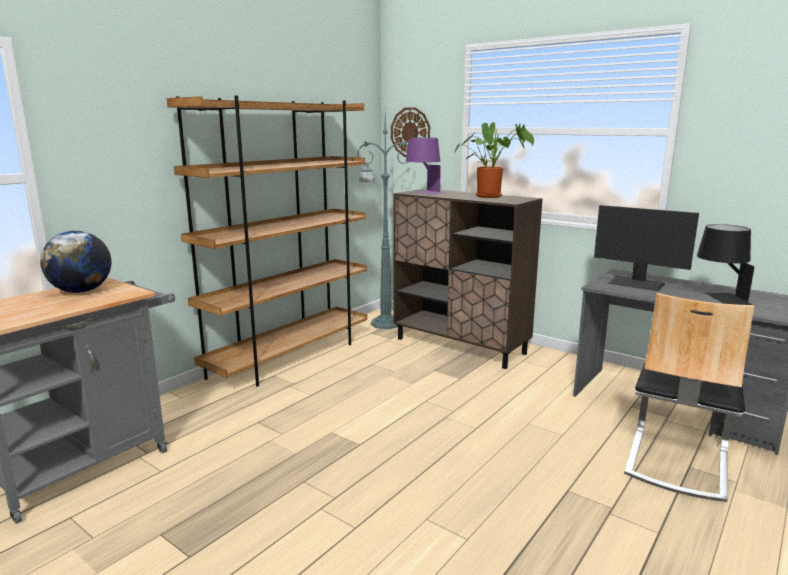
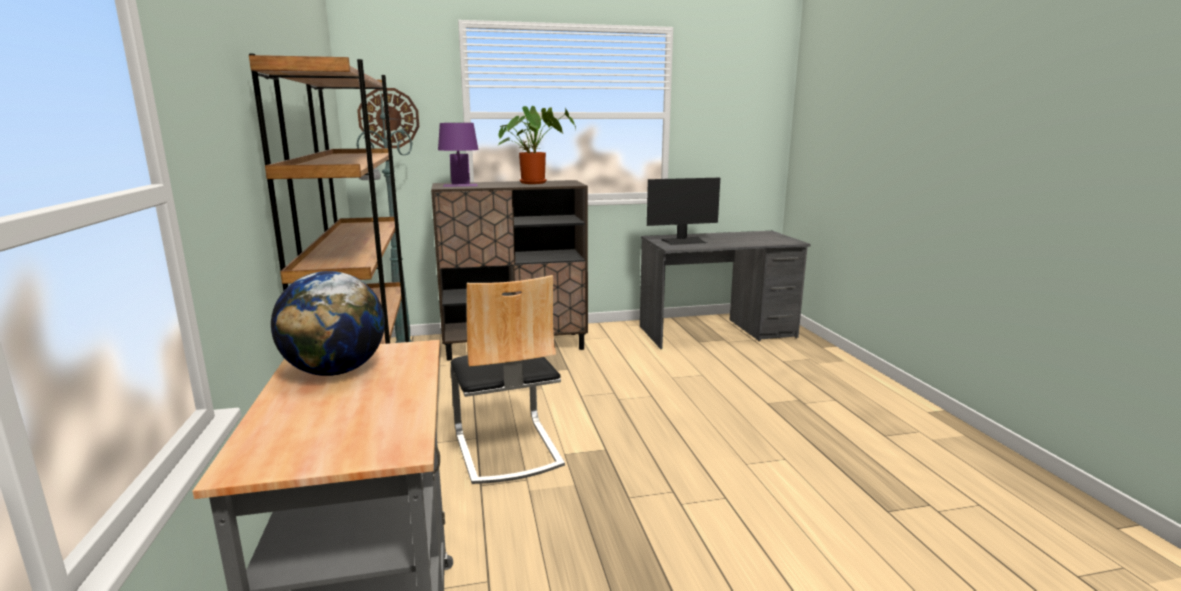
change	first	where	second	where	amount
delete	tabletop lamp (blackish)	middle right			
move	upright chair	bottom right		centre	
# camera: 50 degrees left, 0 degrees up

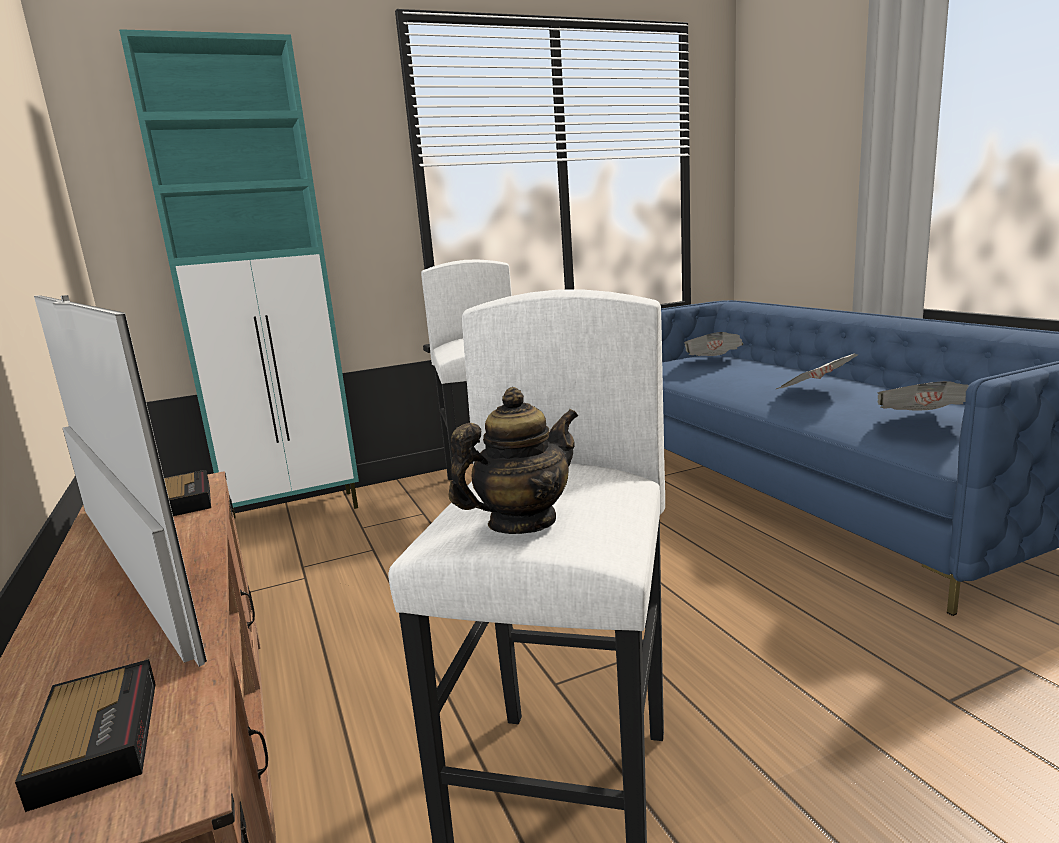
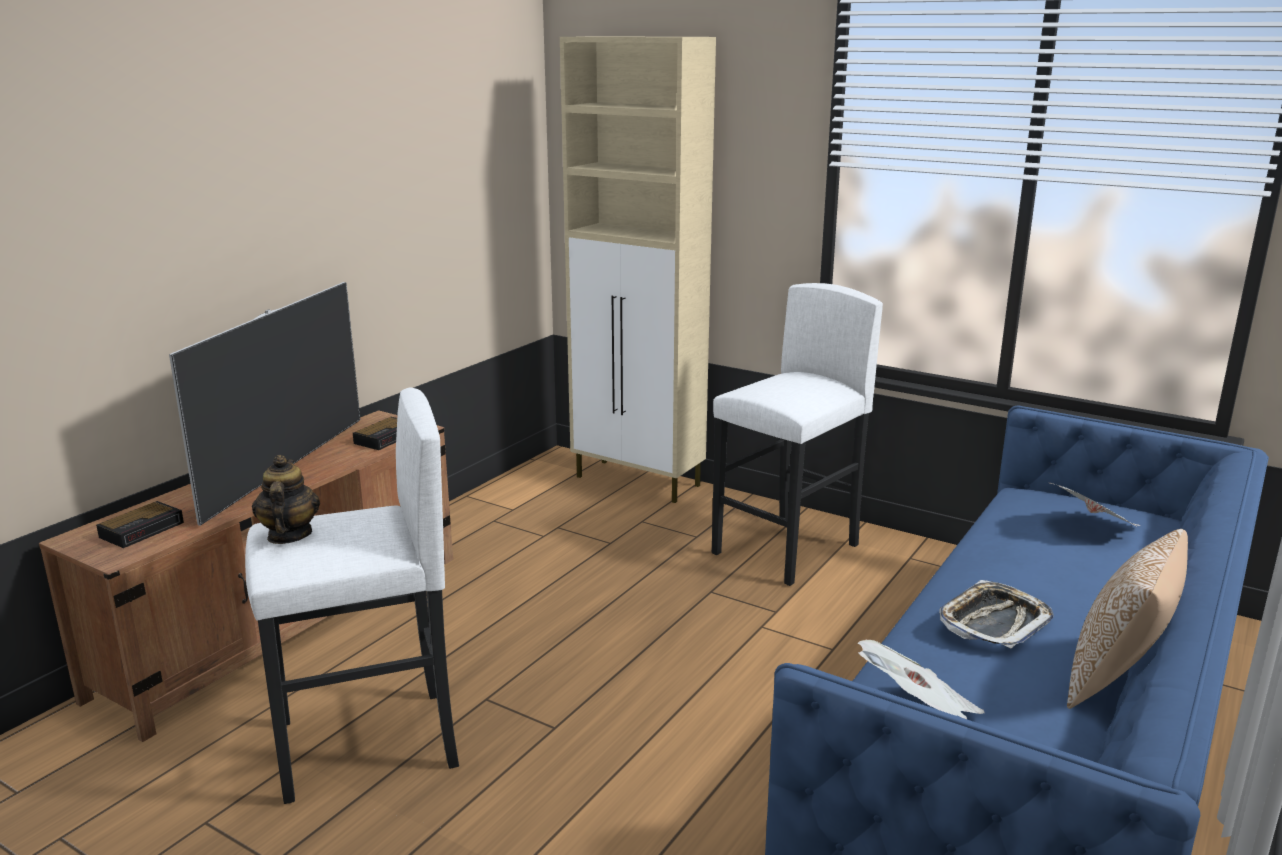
change	first	where	second	where	amount
insert			cushion	bottom right	
replace	printed paper (2nd from left)	middle right	tray	bottom right	
recolor	cabinet (turquoise-coloured)	top left	cabinet (sand-coloured)	top centre	
rotate	teapot	centre		middle left	120 degrees counterclockwise
# camera: 55 degrees right, 5 degrees up

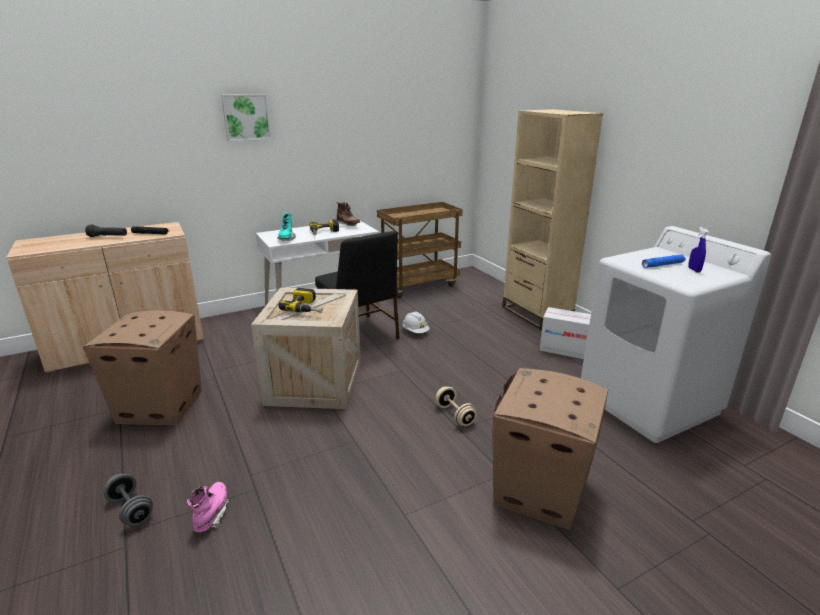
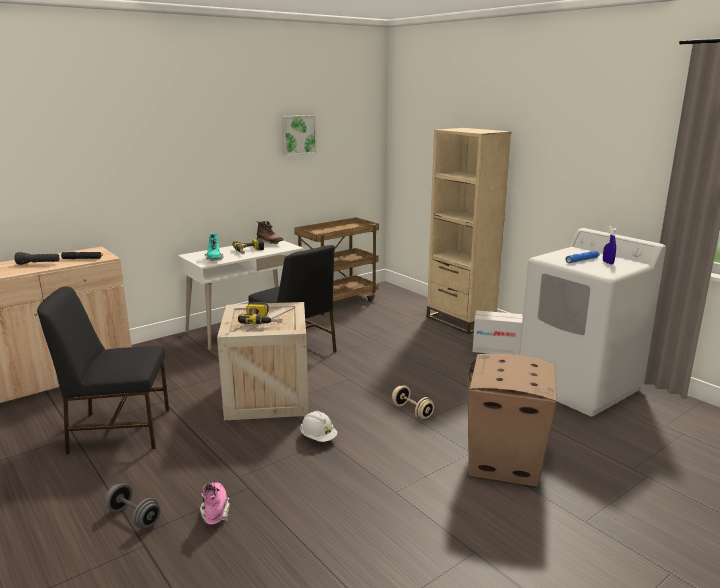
change	first	where	second	where	amount
move	picture	top left		top centre	
move	work helmet (whitish)	centre		bottom centre	
replace	packing box (1st from left)	middle left	upright chair (blackish) (1st from left)	middle left	
# camera: 10 degrees left, 5 degrees down

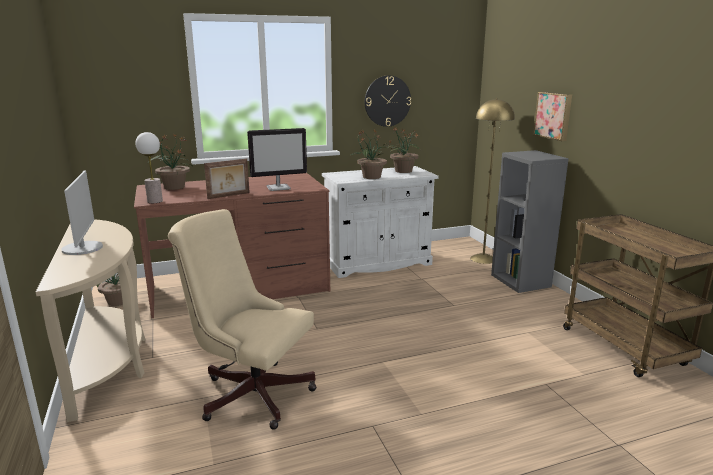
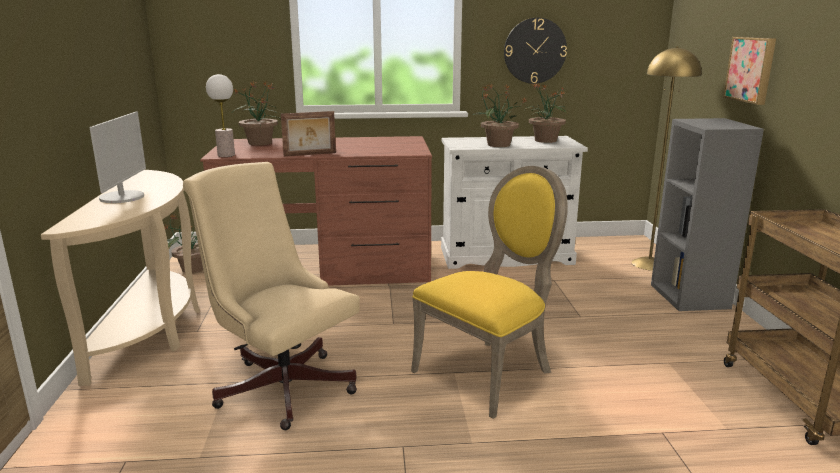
change	first	where	second	where	amount
delete	computer display (2nd from left)	centre			
insert			upright chair (yellow)	centre	
# camera: 15 degrees right, 0 degrees up

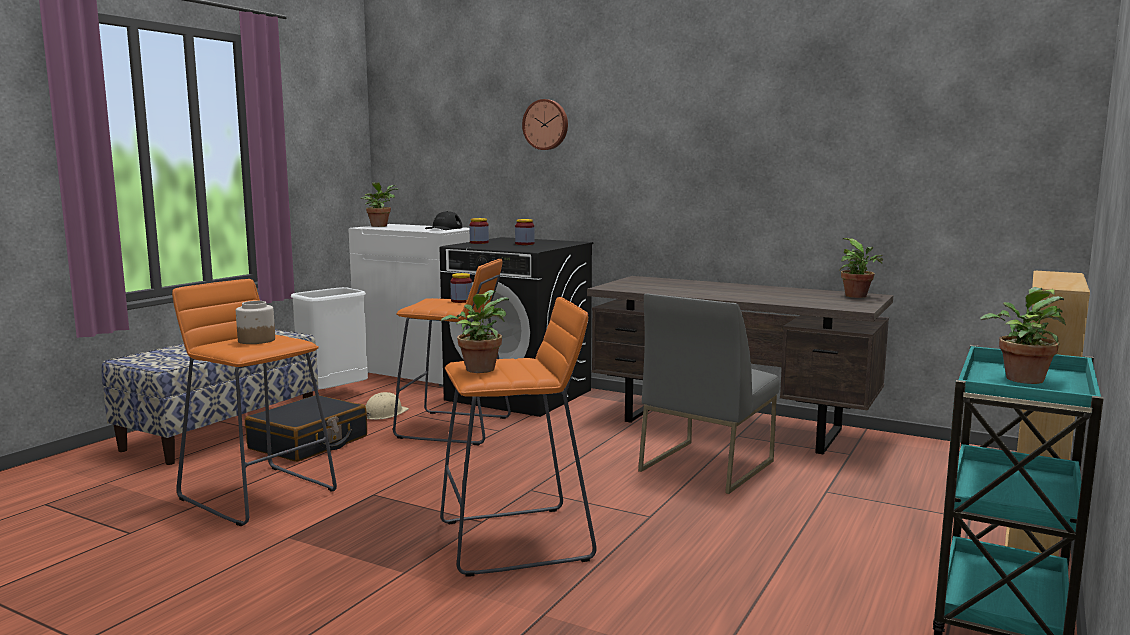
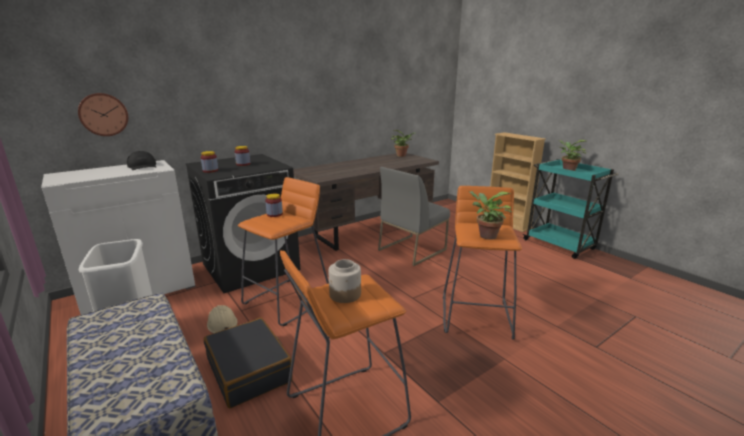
change	first	where	second	where	amount
delete	potted plant (1st from left)	top centre			
move	wall clock	top centre		top left	
rotate	upright chair (grey)	centre		centre	75 degrees clockwise
# camera: 65 degrees left, 10 degrees up

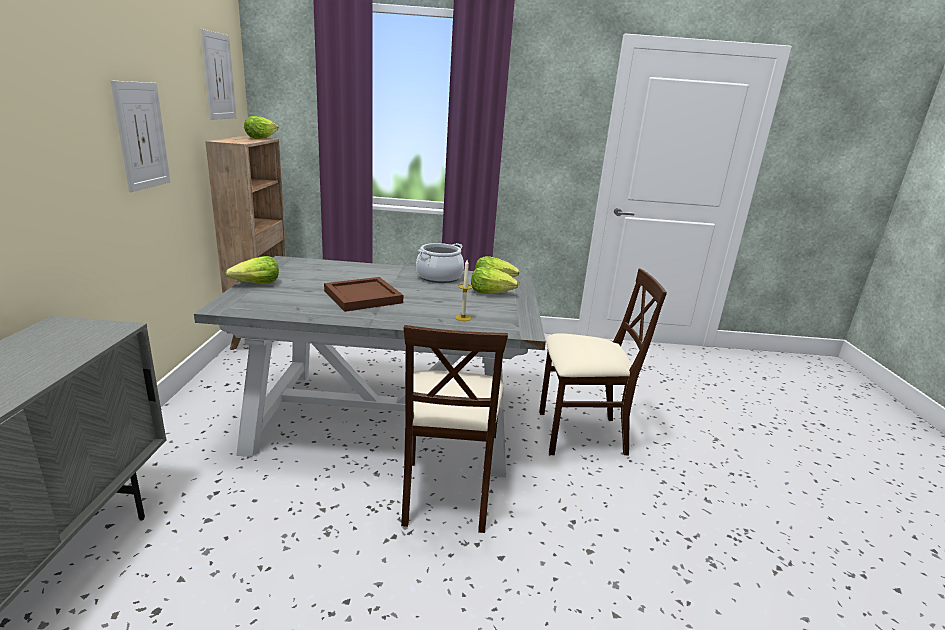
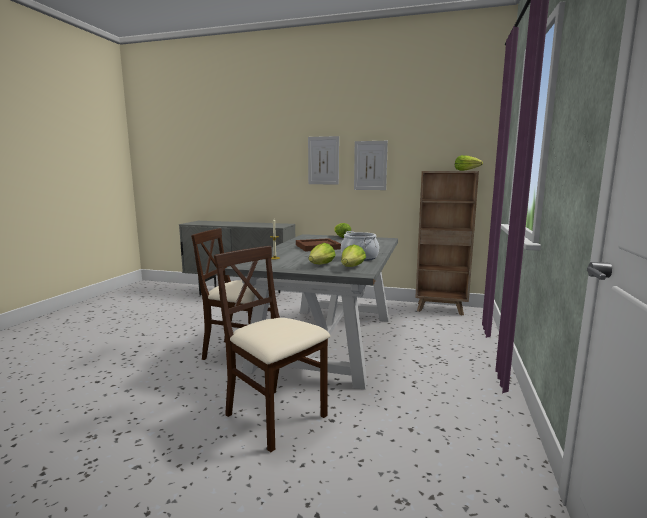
change	first	where	second	where	amount
move	picture (2nd from left in the first image)	top left	picture (1st from left)	top centre	
rotate	upright chair (sand-coloured) (2nd from left)	centre		bottom centre	120 degrees clockwise
# camera: 105 degrees right, 10 degrees down

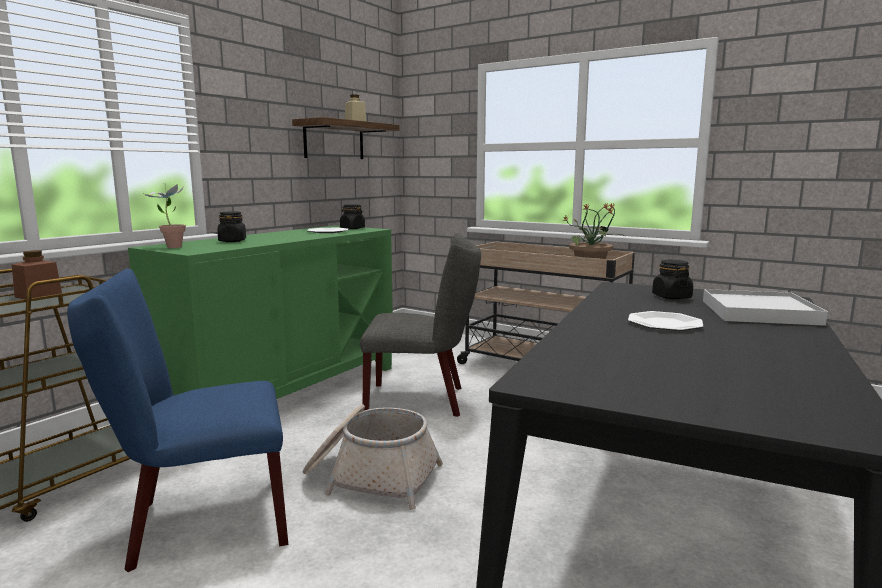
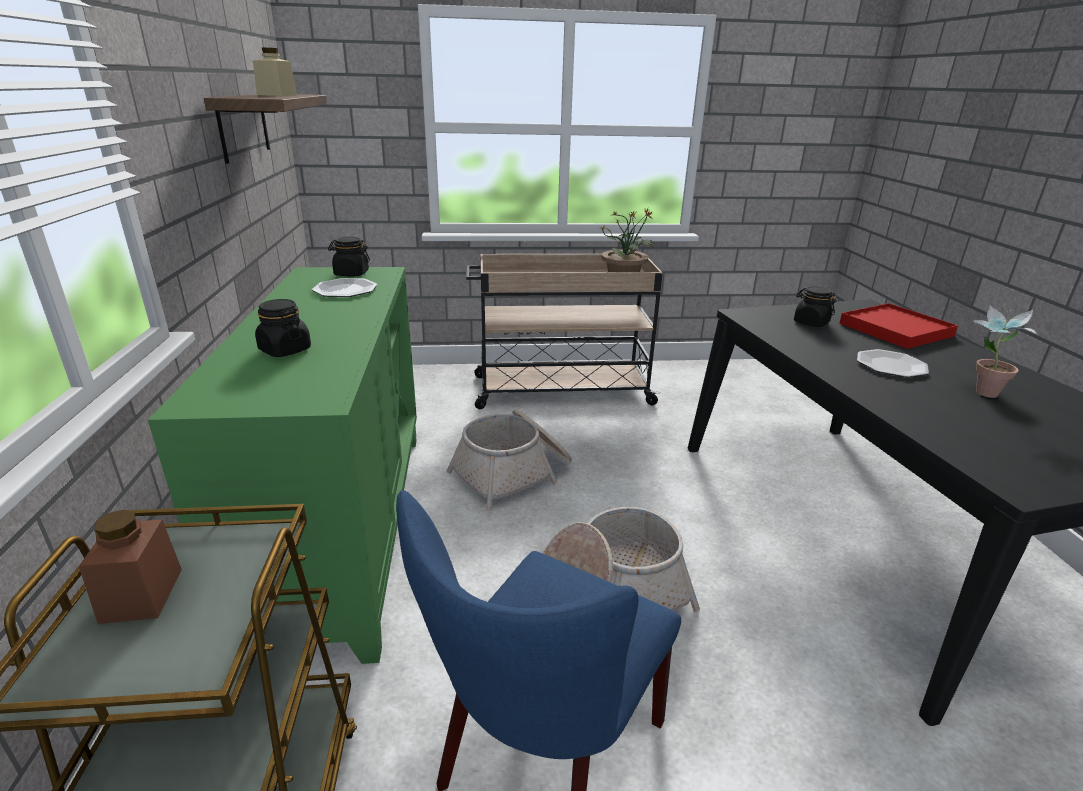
change	first	where	second	where	amount
move	potted plant (1st from left in the first image)	middle left	potted plant (2nd from left)	middle right	
replace	upright chair (grey)	centre	basket (1st from left)	centre	
recolor	tray (whitish)	middle right	tray (red-coloured)	middle right	
# camera: 40 degrees left, 15 degrees up

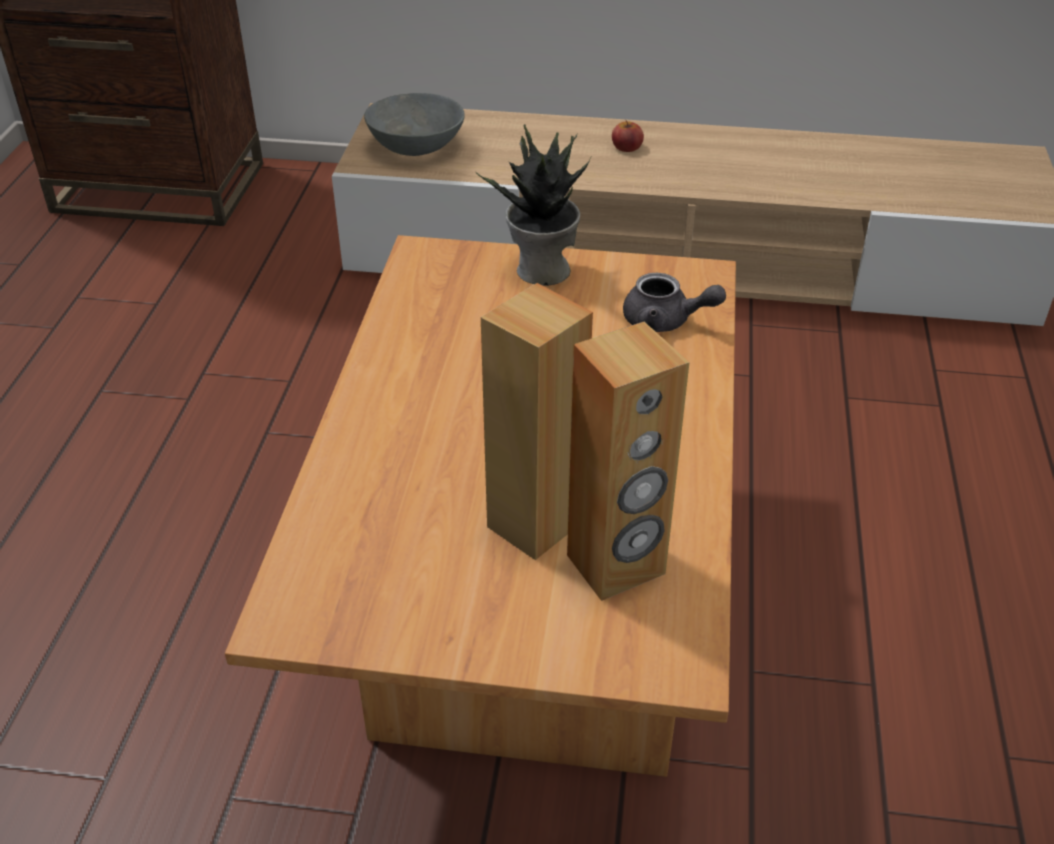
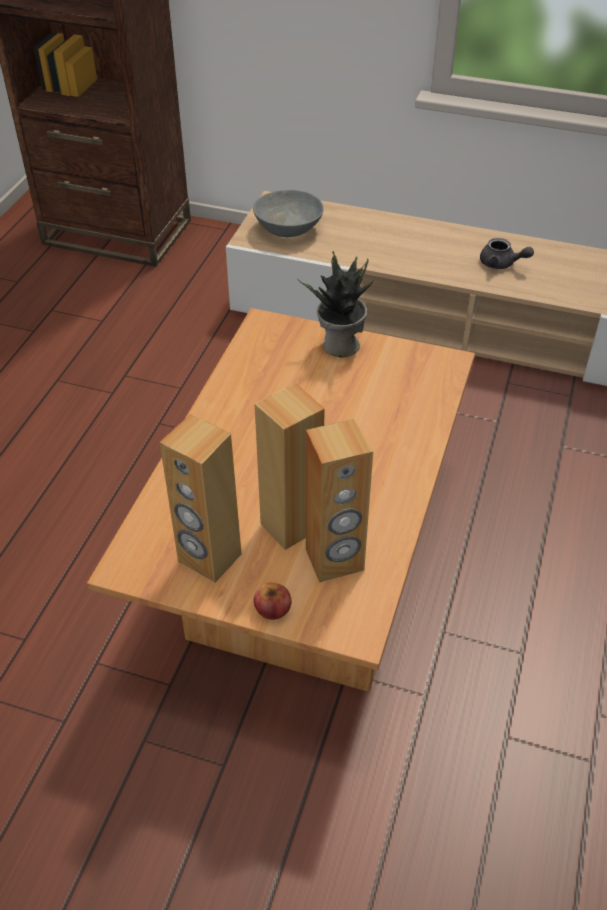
change	first	where	second	where	amount
insert			loudspeaker (brown) (1st from left)	middle left	
move	whole apple	top centre		centre	
move	teapot (grey)	centre		top right	
# camera: 10 degrees right, 5 degrees up

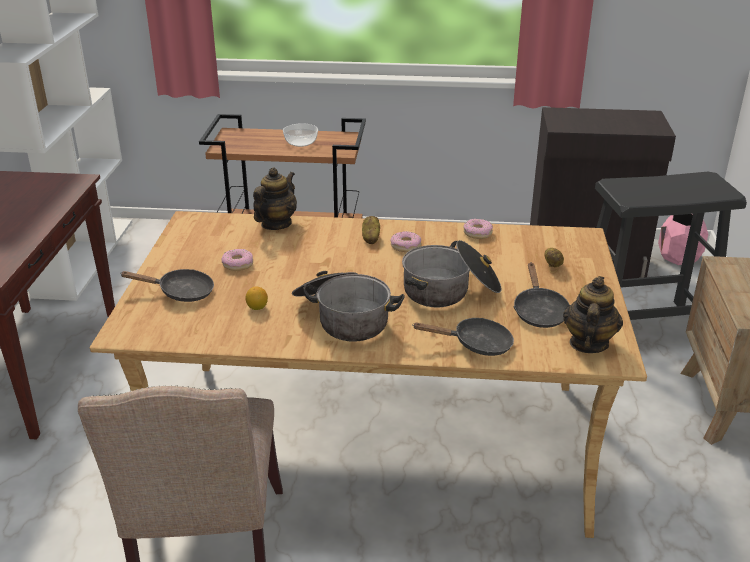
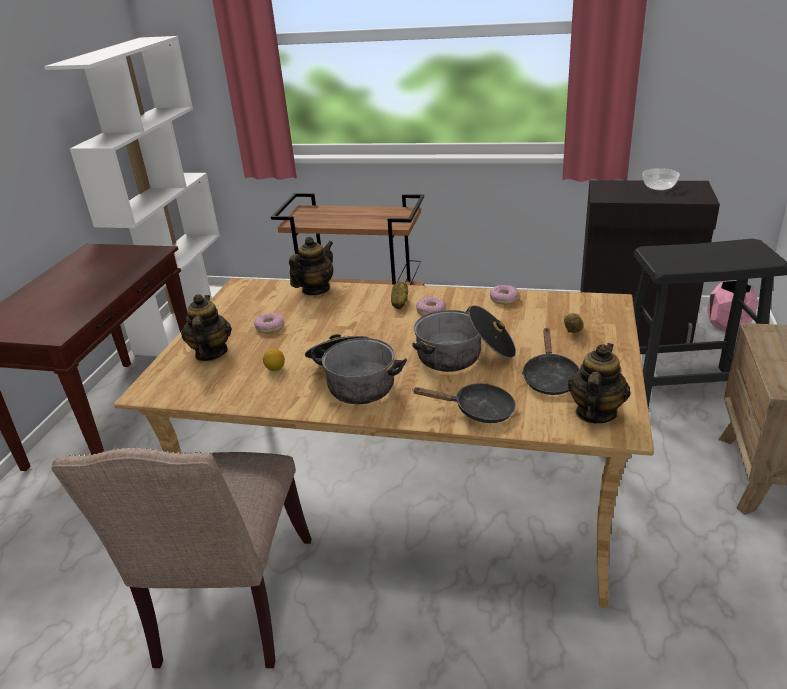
change	first	where	second	where	amount
move	bowl	top centre		top right	
replace	frying pan (blackish) (1st from left)	middle left	teapot (1st from left)	middle left	
# camera: 10 degrees right, 0 degrees up

